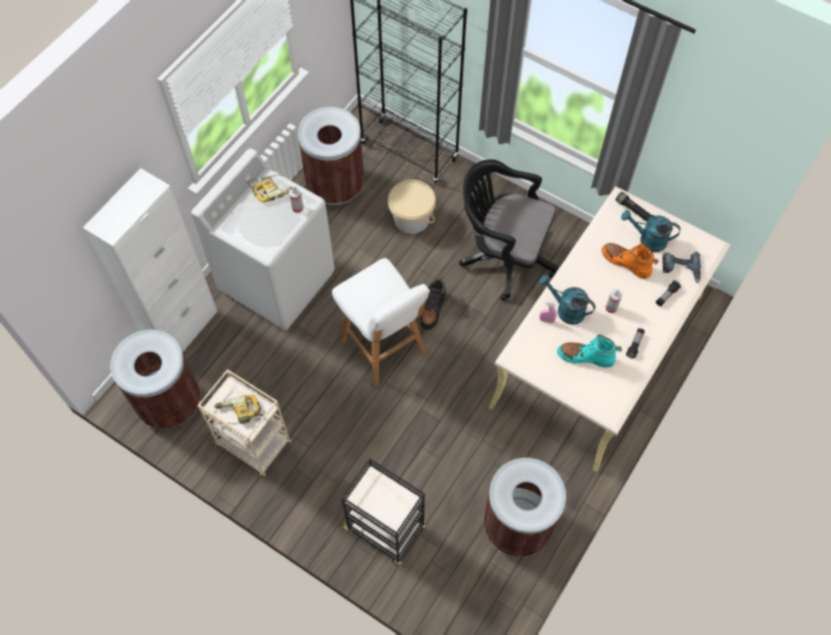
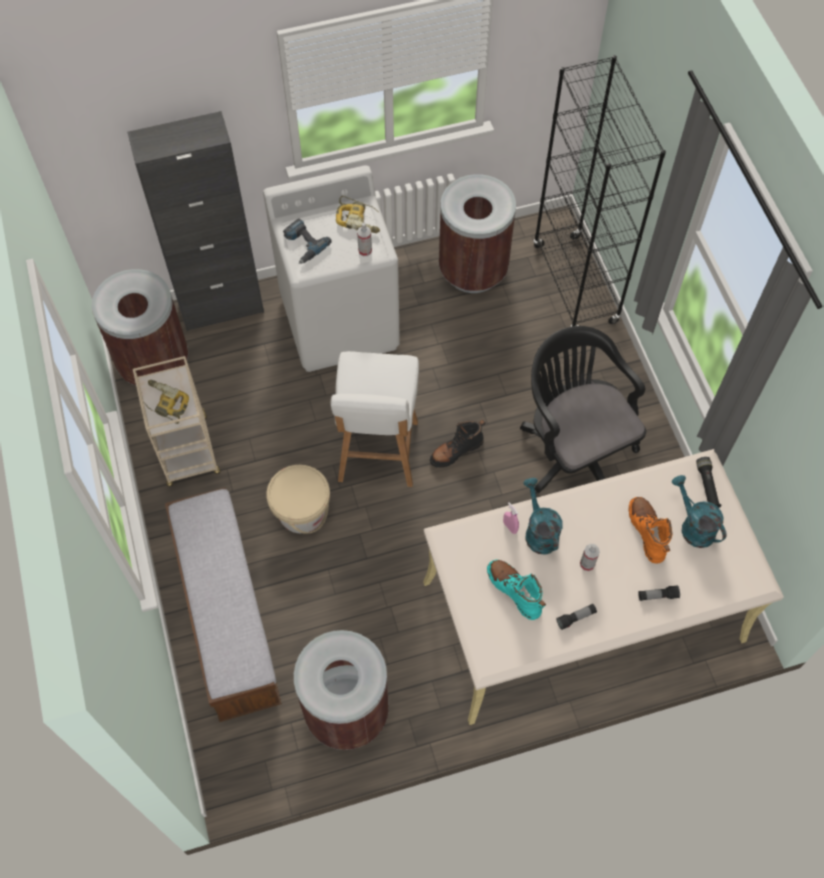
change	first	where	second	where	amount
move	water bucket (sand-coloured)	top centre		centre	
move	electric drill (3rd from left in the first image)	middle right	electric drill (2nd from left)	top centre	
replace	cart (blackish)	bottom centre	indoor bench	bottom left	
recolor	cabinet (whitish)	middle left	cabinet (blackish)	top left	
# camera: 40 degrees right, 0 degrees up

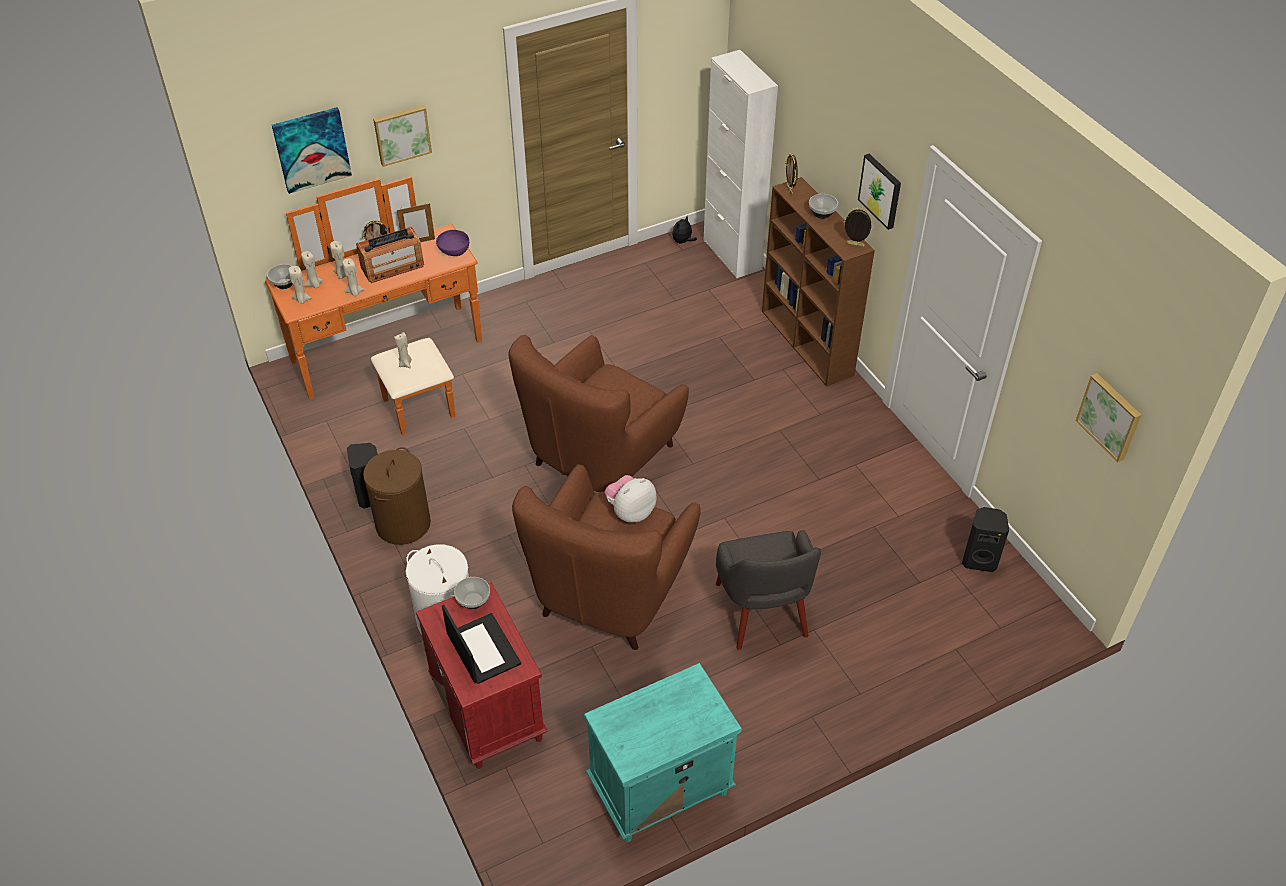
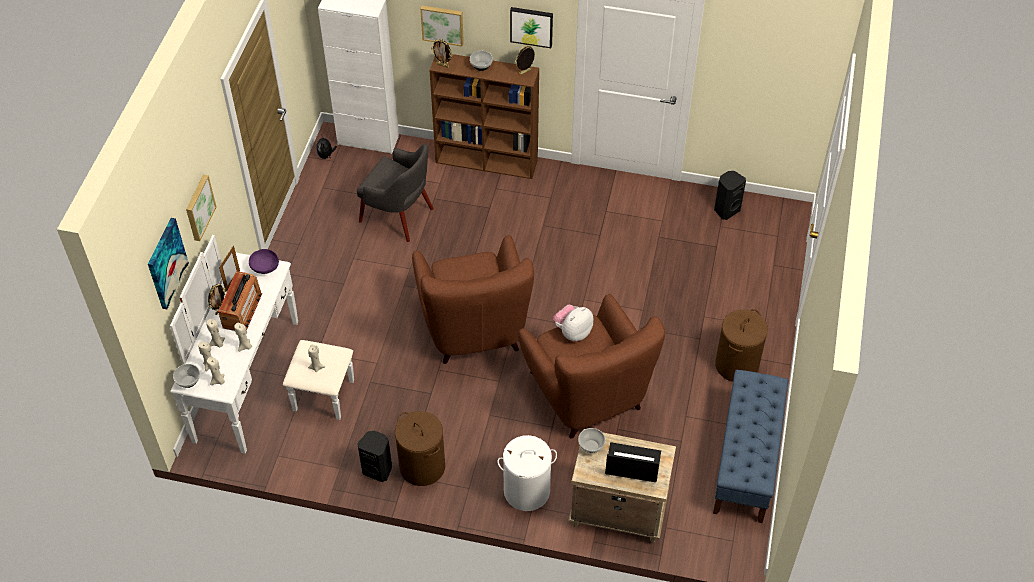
change	first	where	second	where	amount
insert			hamper (brown) (2nd from left)	middle right	
move	lounge chair (grey)	centre		top centre	
move	picture (4th from left in the first image)	middle right	picture (3rd from left)	top centre	
replace	night table (turquoise-coloured)	bottom centre	indoor bench (bluish)	bottom right	
recolor	drawer chest (orange)	middle left	drawer chest (whitish)	middle left	
recolor	night table (red-coloured)	bottom centre	night table (sand-coloured)	bottom centre	
rotate	cuddly toy (1st from left in the first image)	centre	cuddly toy (2nd from left)	centre	45 degrees clockwise
# camera: 50 degrees left, 5 degrees up

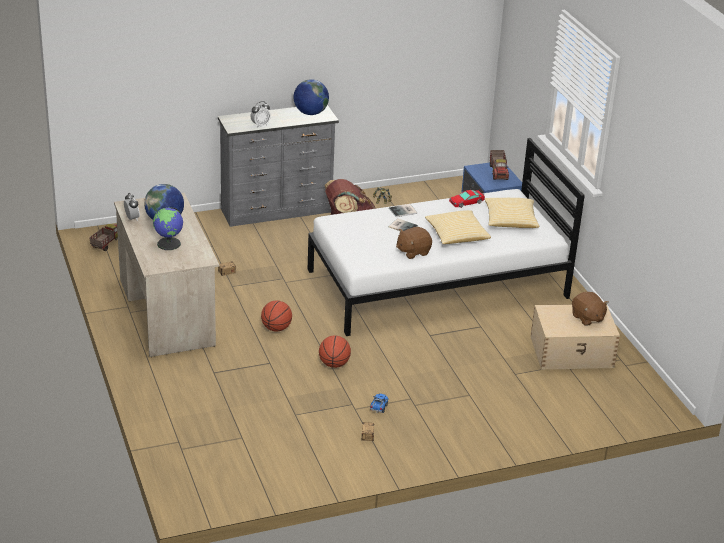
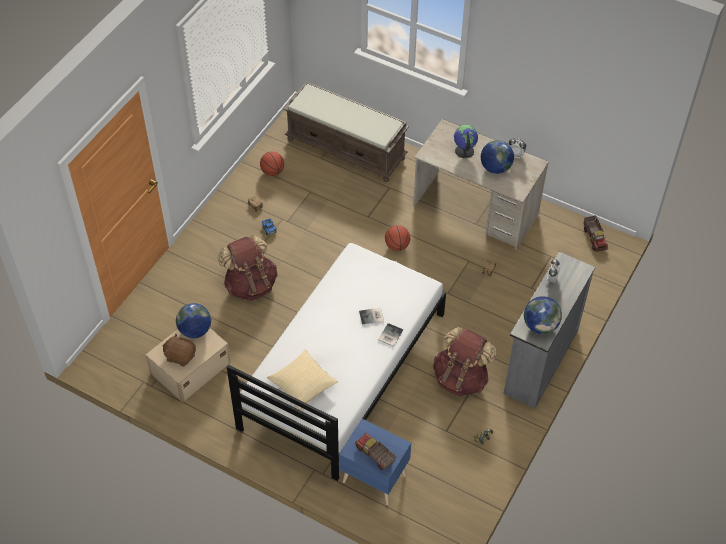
change	first	where	second	where	amount
delete	cuddly toy (brown) (1st from left)	centre			
delete	cushion (1st from left)	centre			
delete	toy car	centre			
insert			world globe (1st from left)	middle left	
insert			knapsack (brown) (1st from left)	centre	
insert			indoor bench (brown)	top centre	
move	basketball (2nd from left in the first image)	centre	basketball (1st from left)	top centre	
# camera: 140 degrees right, 20 degrees up

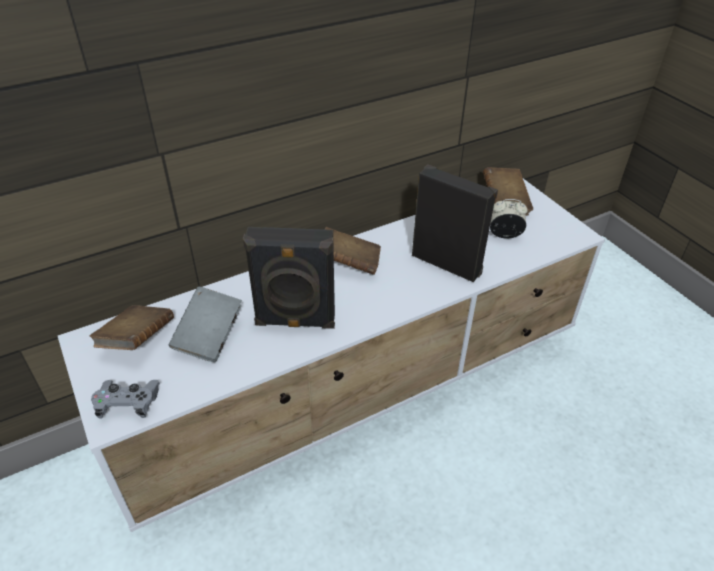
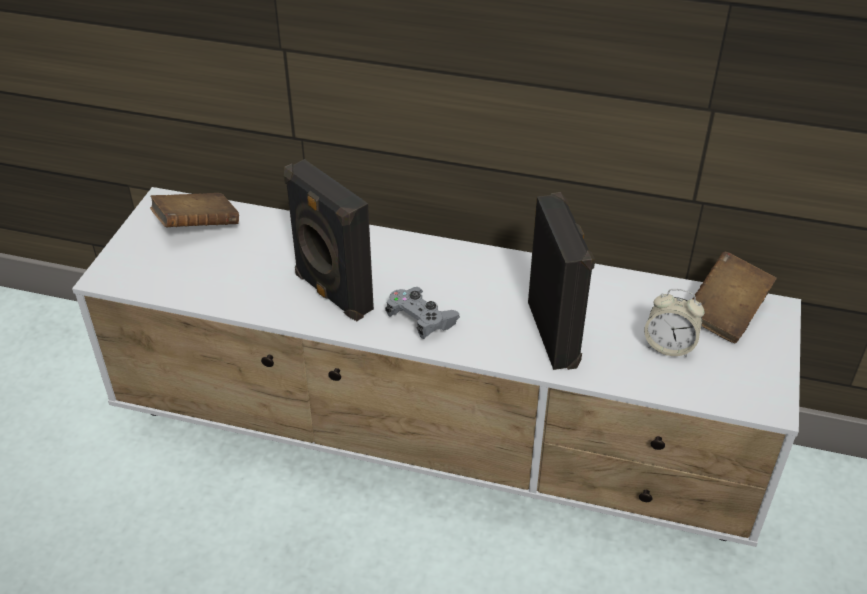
change	first	where	second	where	amount
delete	book (grey)	middle left			
delete	book (brown) (2nd from left)	centre			
move	joypad (grey)	bottom left		centre	
rotate	alarm clock	middle right		middle right	150 degrees clockwise
# camera: 45 degrees right, 0 degrees up

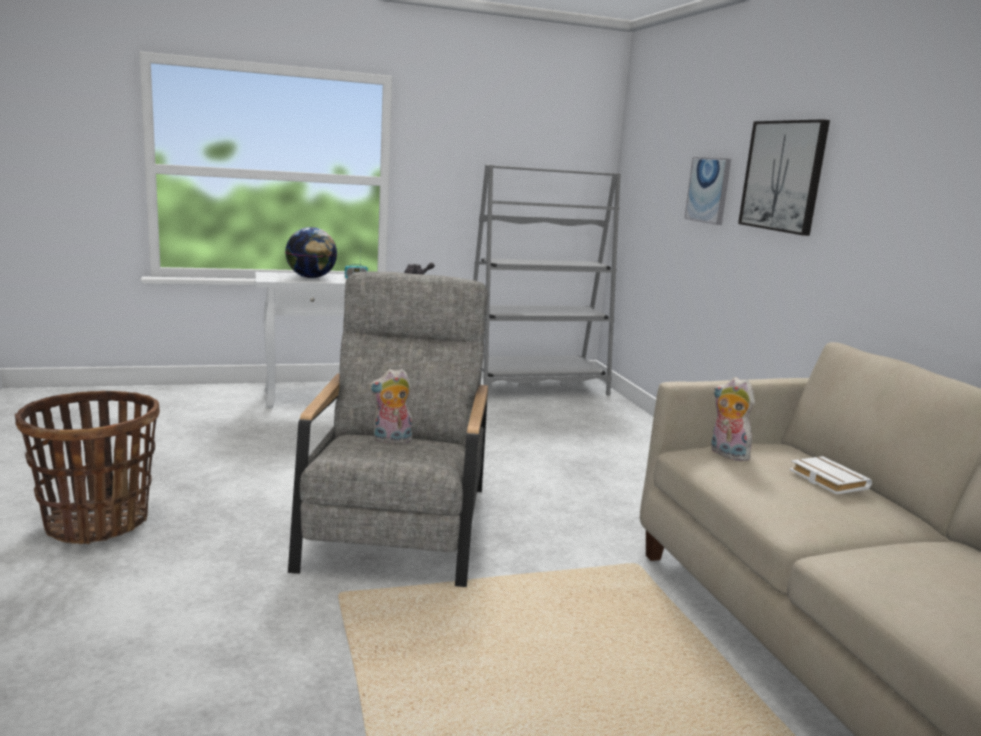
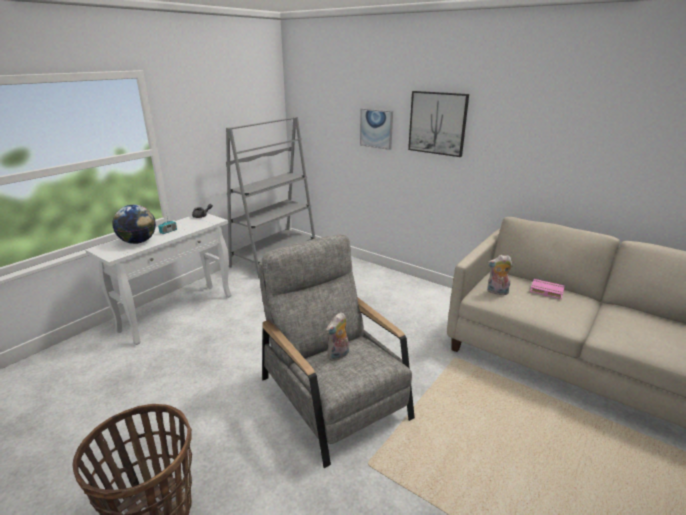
change	first	where	second	where	amount
recolor	book (whitish)	middle right	book (pink-coloured)	middle right	
# camera: 35 degrees left, 10 degrees up

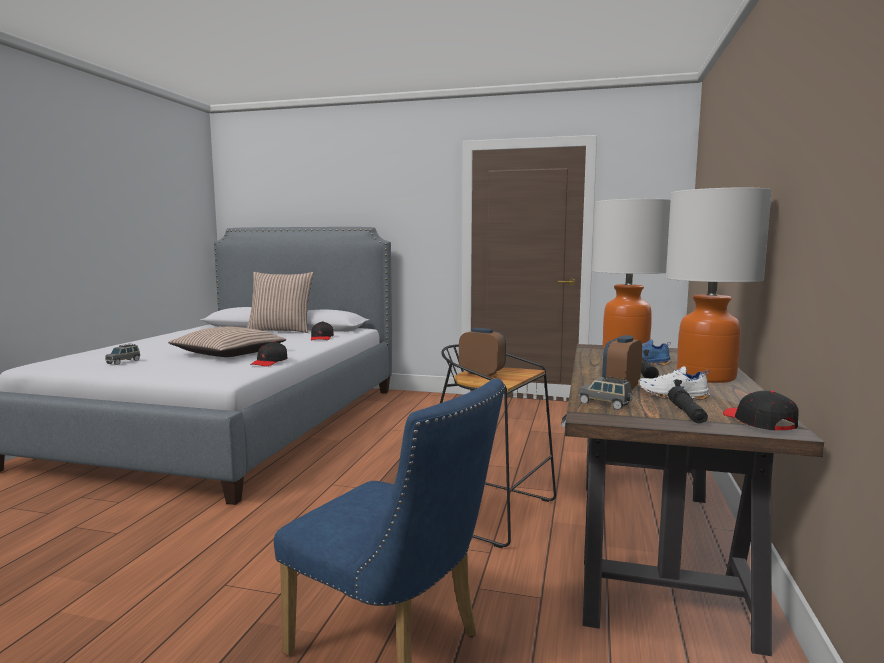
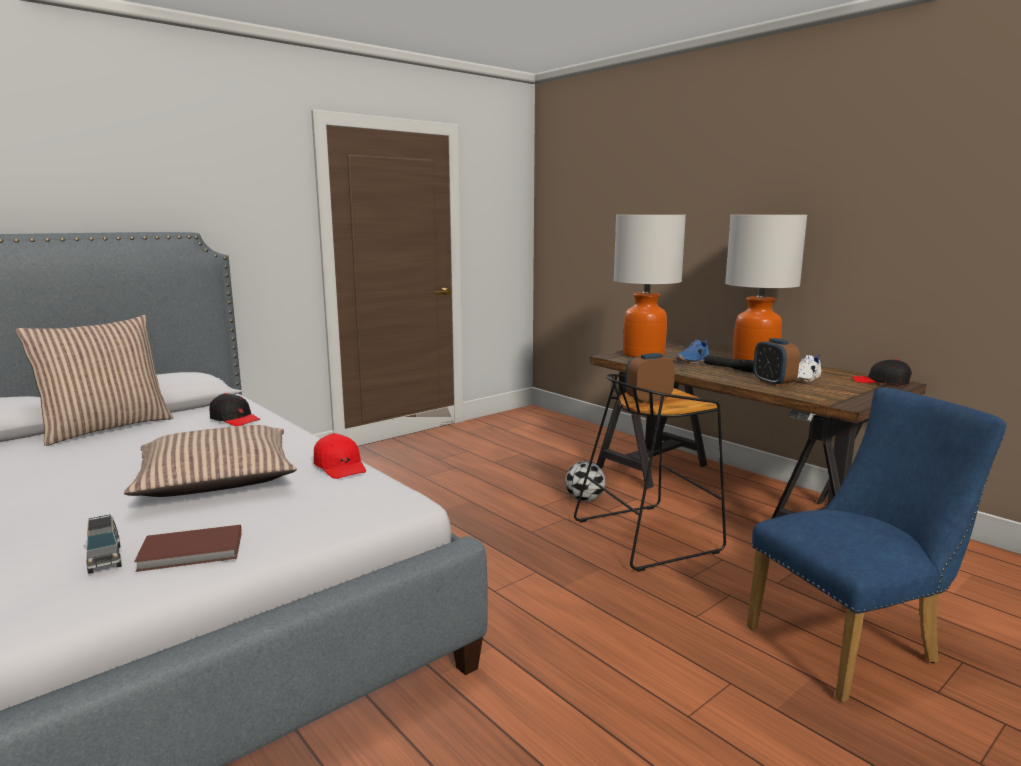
change	first	where	second	where	amount
delete	toy car (grey) (2nd from left)	middle right			
delete	hand torch (blackish) (2nd from left)	middle right			
insert			book (brown)	bottom left	
insert			ball for football	centre	
recolor	baseball cap (blackish) (1st from left)	middle left	baseball cap (red-coloured)	middle left	
# camera: 55 degrees left, 5 degrees up

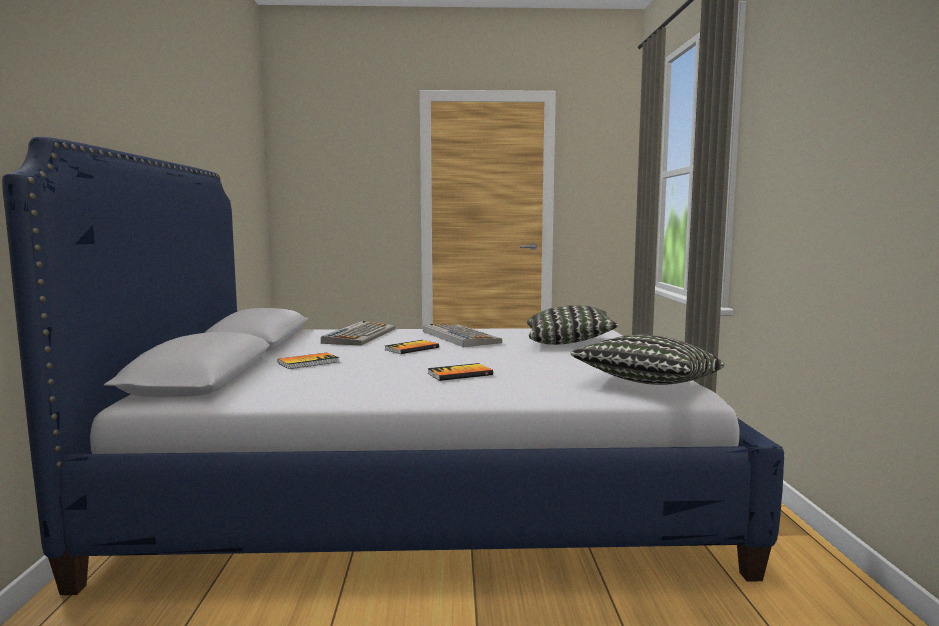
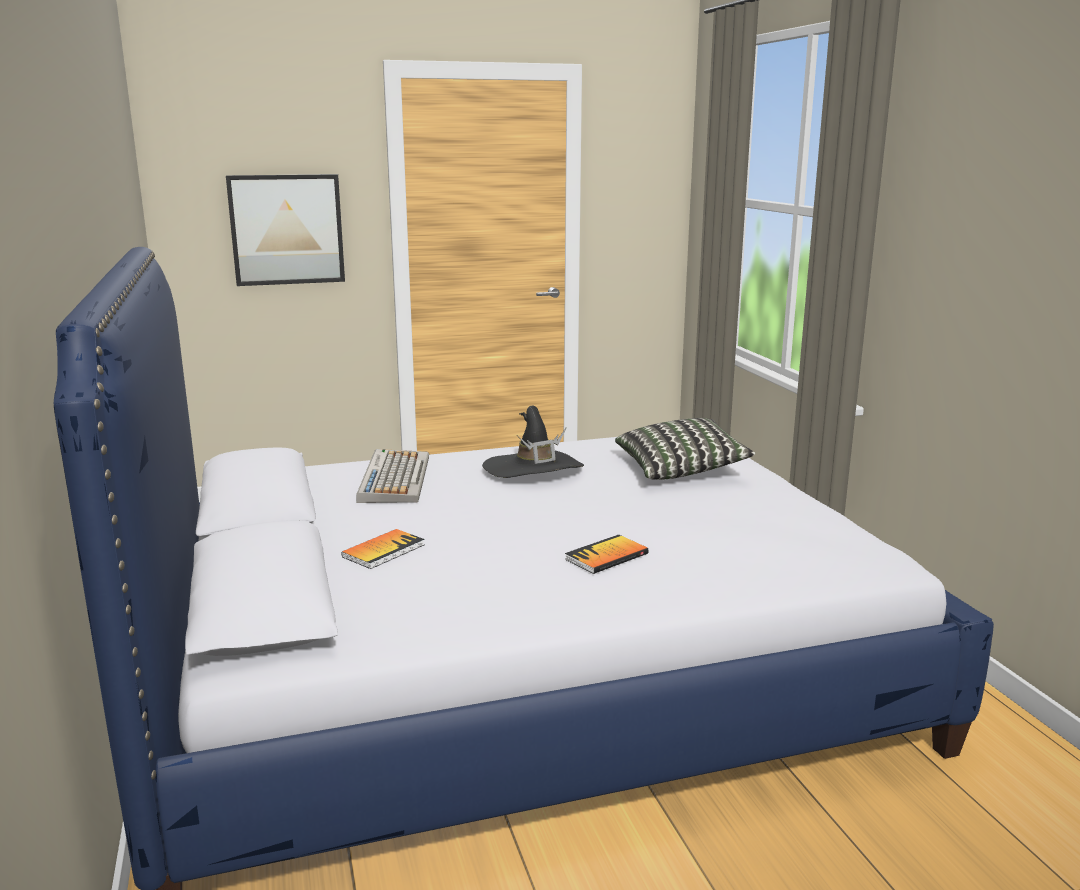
change	first	where	second	where	amount
delete	book (2nd from left)	centre			
delete	cushion (2nd from left)	middle right			
insert			picture	top left	
replace	computer keyboard (2nd from left)	centre	clothing hat (blackish)	centre	
# camera: 15 degrees left, 10 degrees up

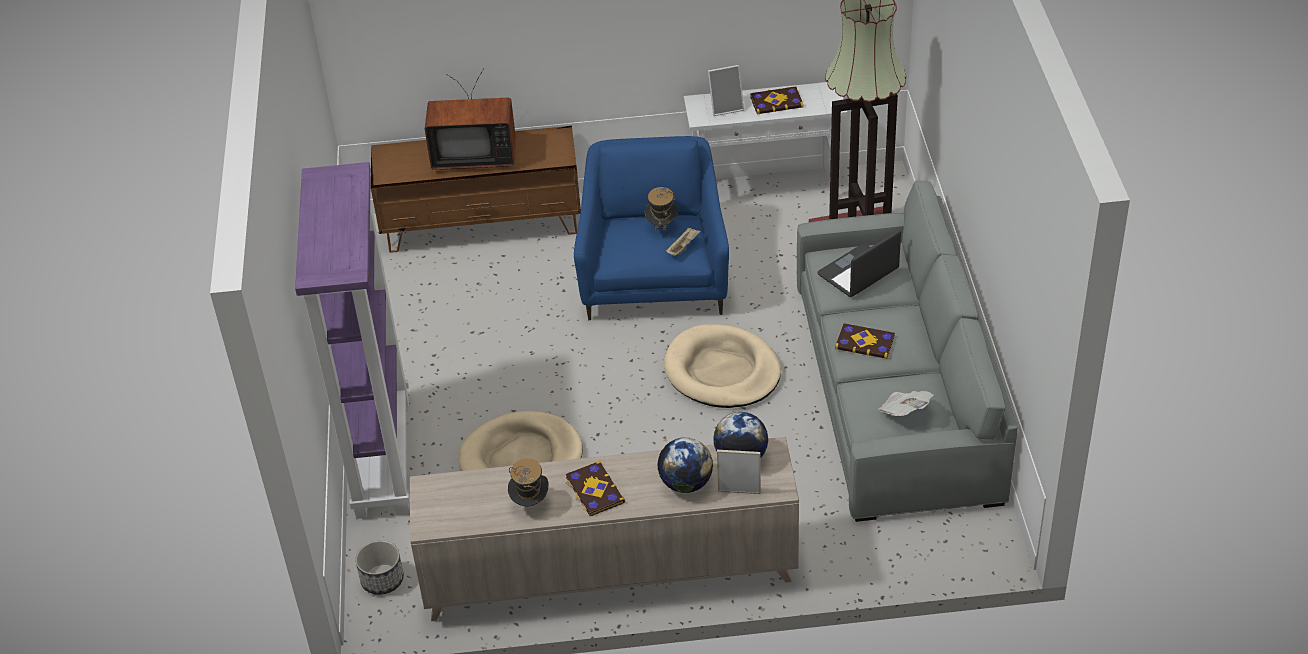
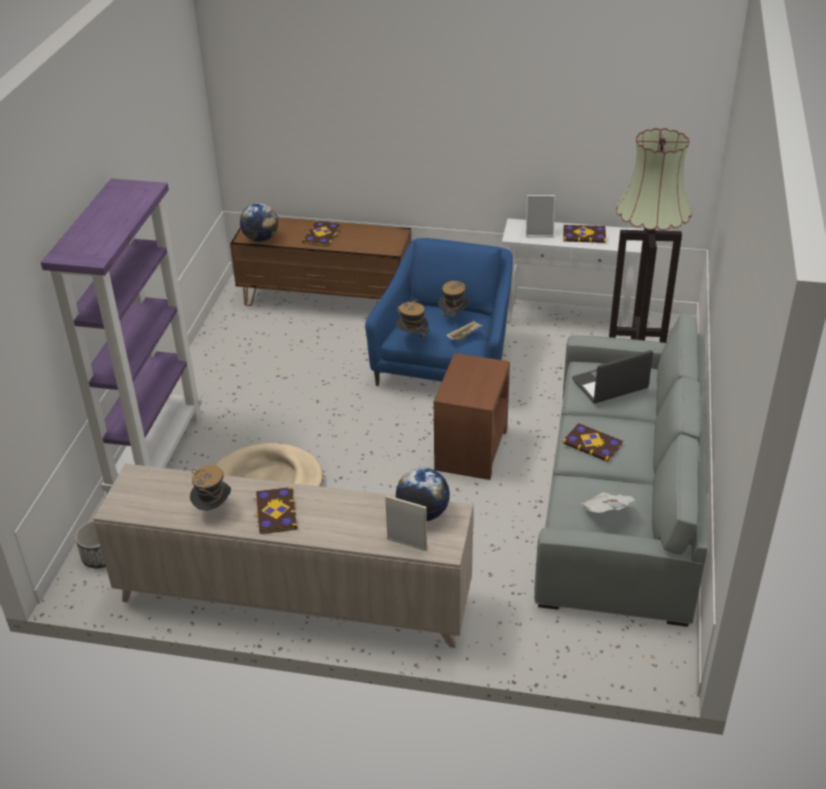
change	first	where	second	where	amount
insert			clothing hat (2nd from left)	centre	
move	world globe (1st from left)	bottom centre		top left	
replace	TV set	top centre	book (2nd from left)	top centre	
replace	dog bed (sand-coloured) (2nd from left)	centre	end table (brown)	centre	
# camera: 15 degrees right, 5 degrees down

